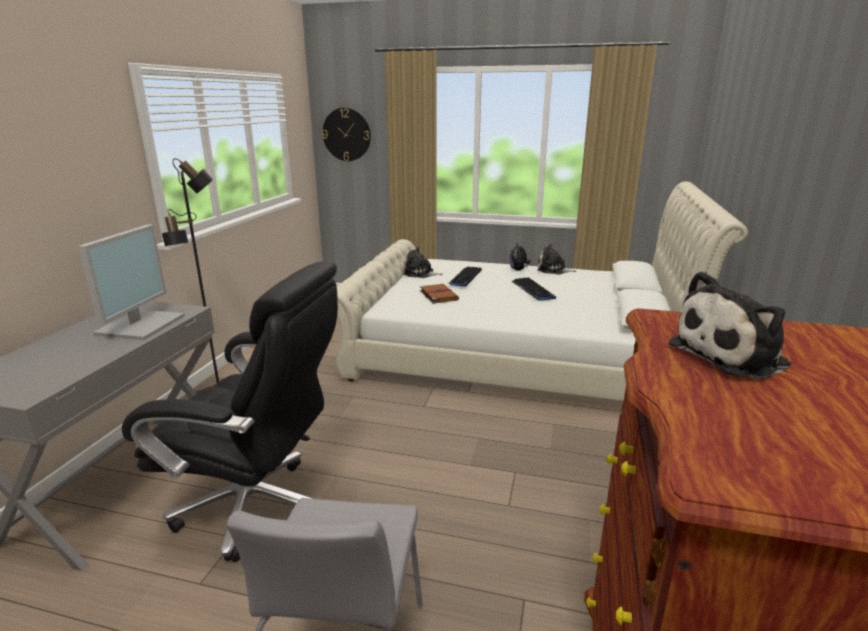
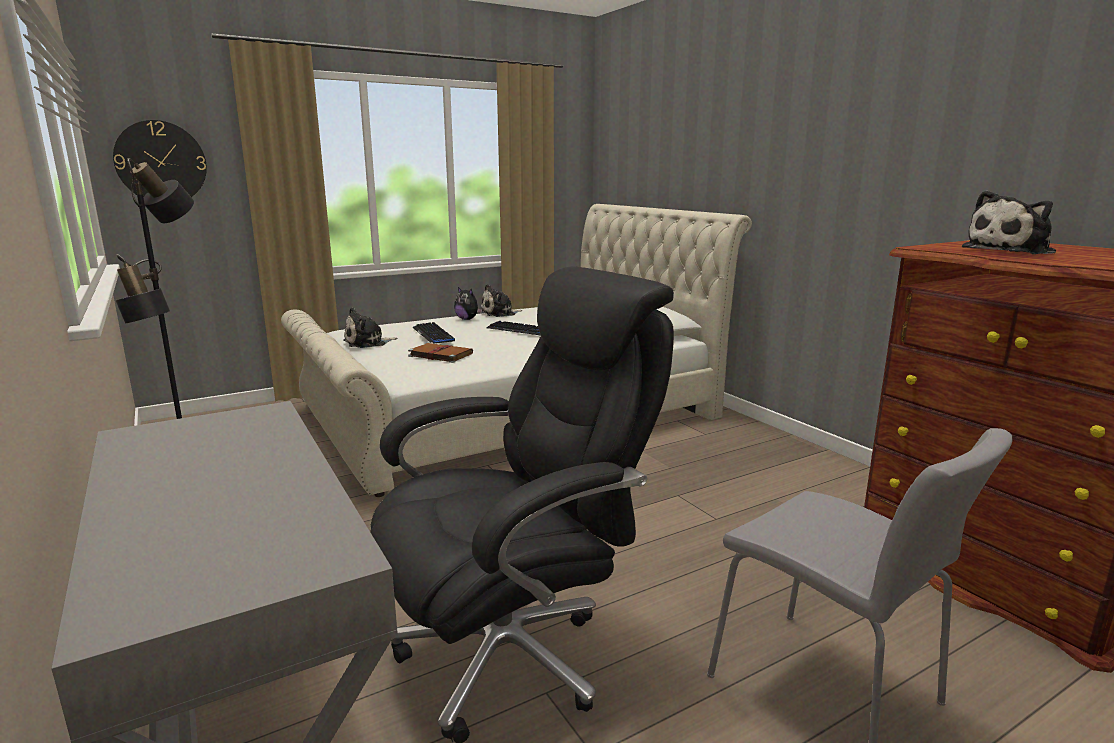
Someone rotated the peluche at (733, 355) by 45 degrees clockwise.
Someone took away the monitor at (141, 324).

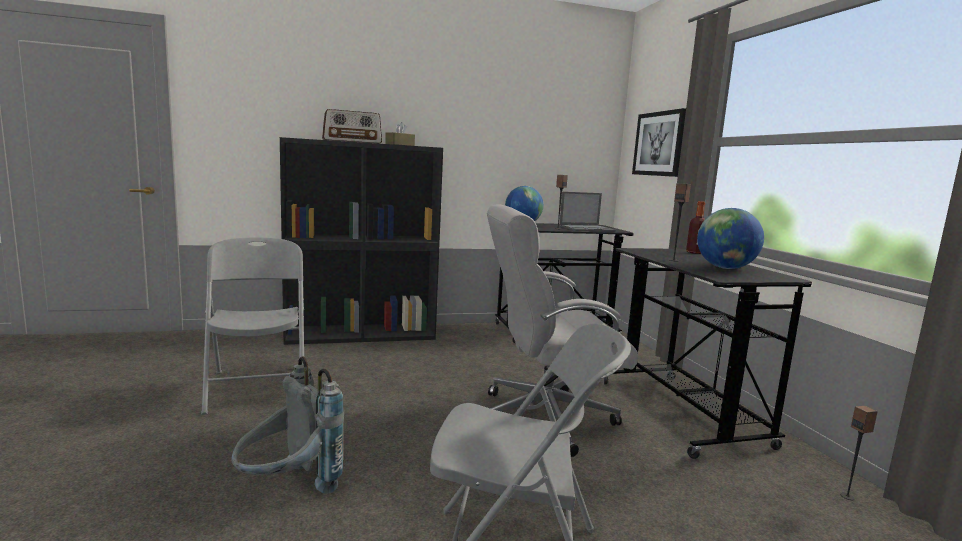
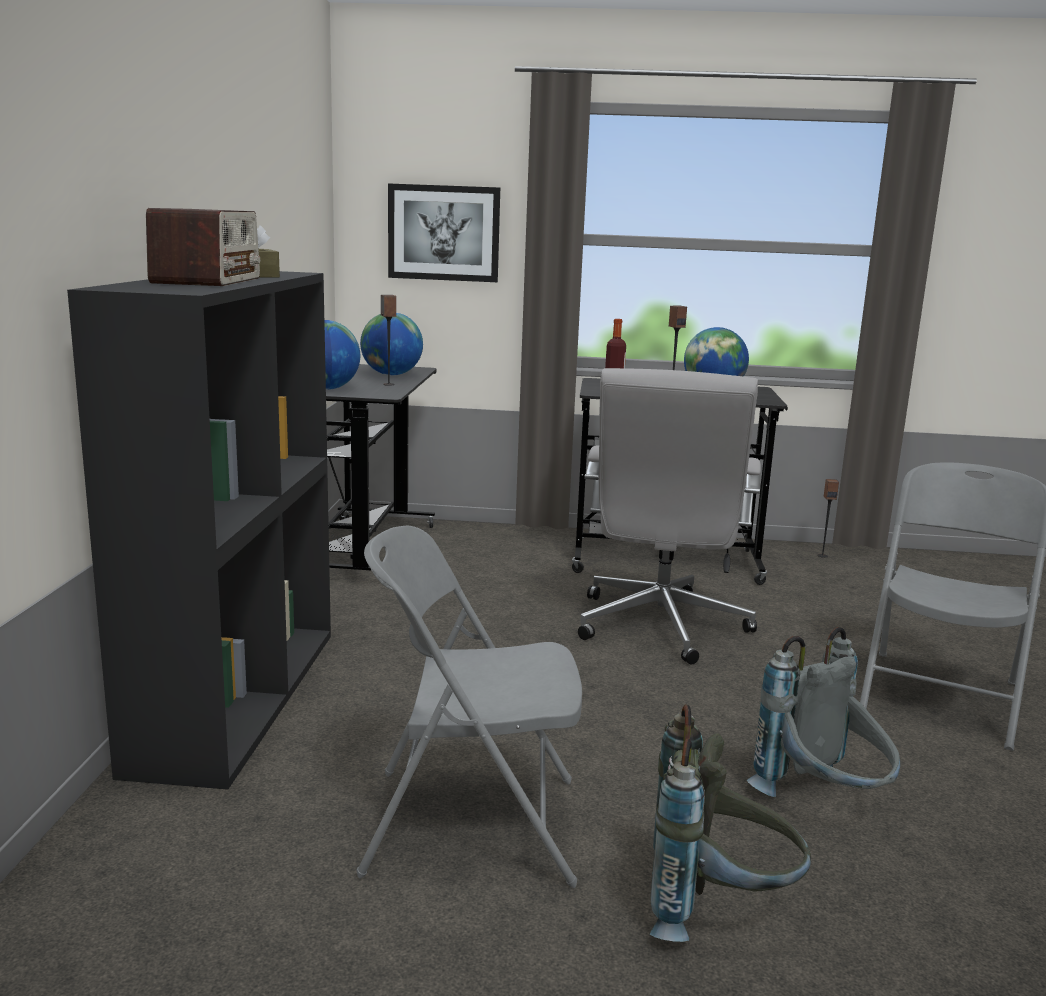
Someone swapped the portátil at (587, 228) for the globo terráqueo at (391, 375).
Someone put down the mochila/gris at (717, 910).

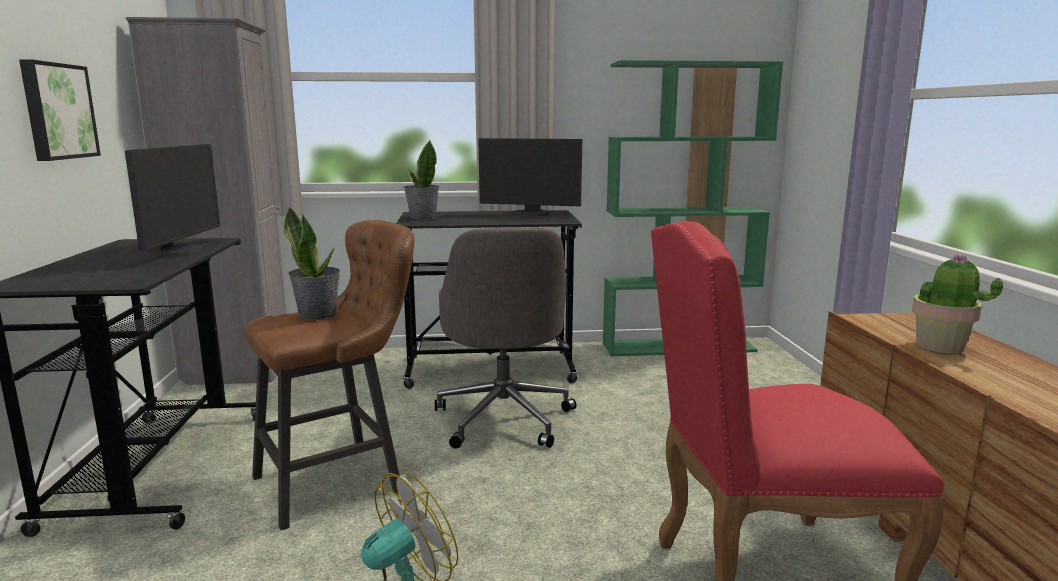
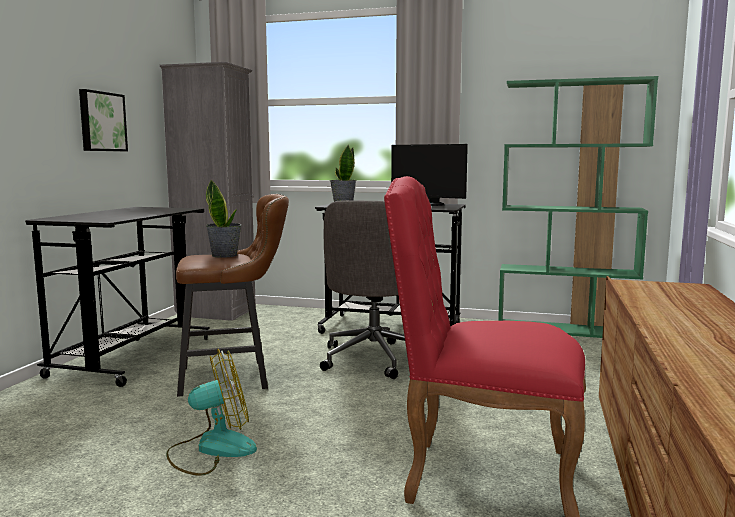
Someone took away the monitor at (179, 251).
Someone took away the planta en maceta at (940, 346).

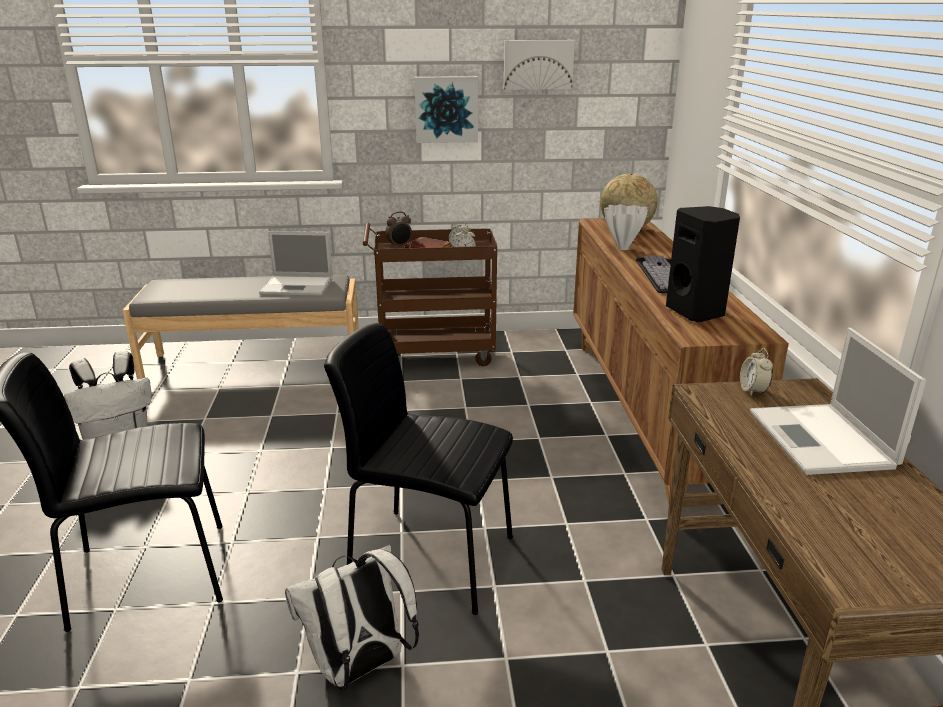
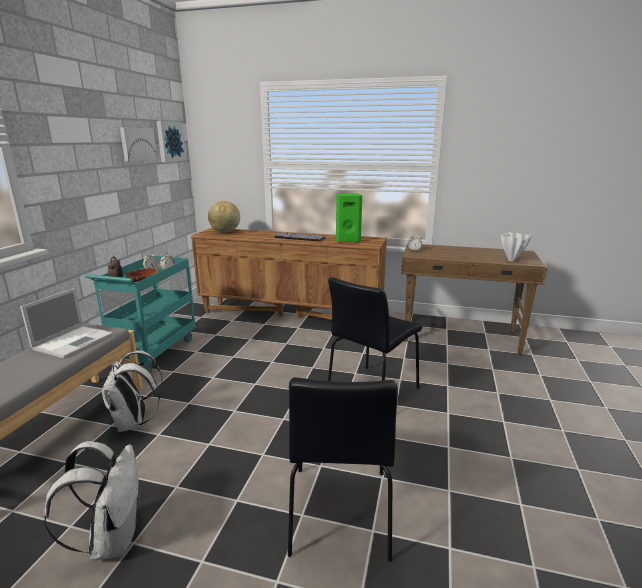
Someone repainted the carrito/marrón at (432, 357), which became the carrito/turquesa at (154, 355).
Someone carried the mochila/blanco from (359, 668) to (134, 423).
Someone carried the cuadro from (446, 109) to (170, 141).
Someone repainted the altavoz/negro at (697, 312), which became the altavoz/verde at (347, 240).
Someone carried the florero/blanco from (622, 248) to (511, 260).
Someone took away the portátil at (822, 440).

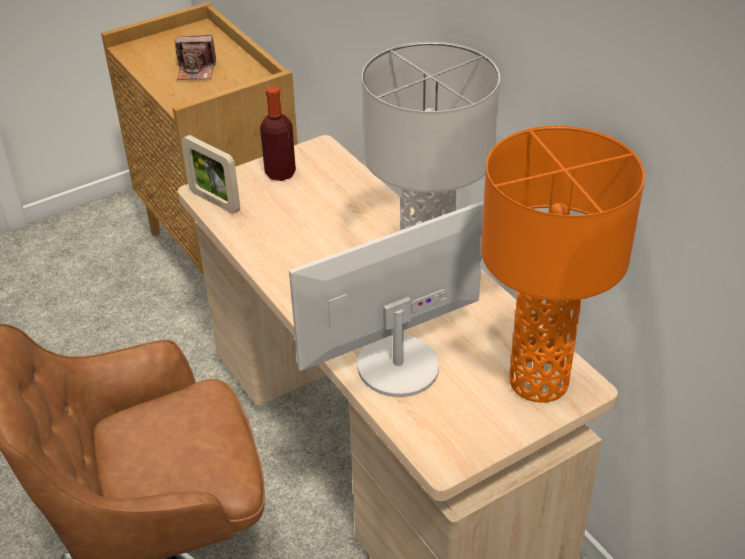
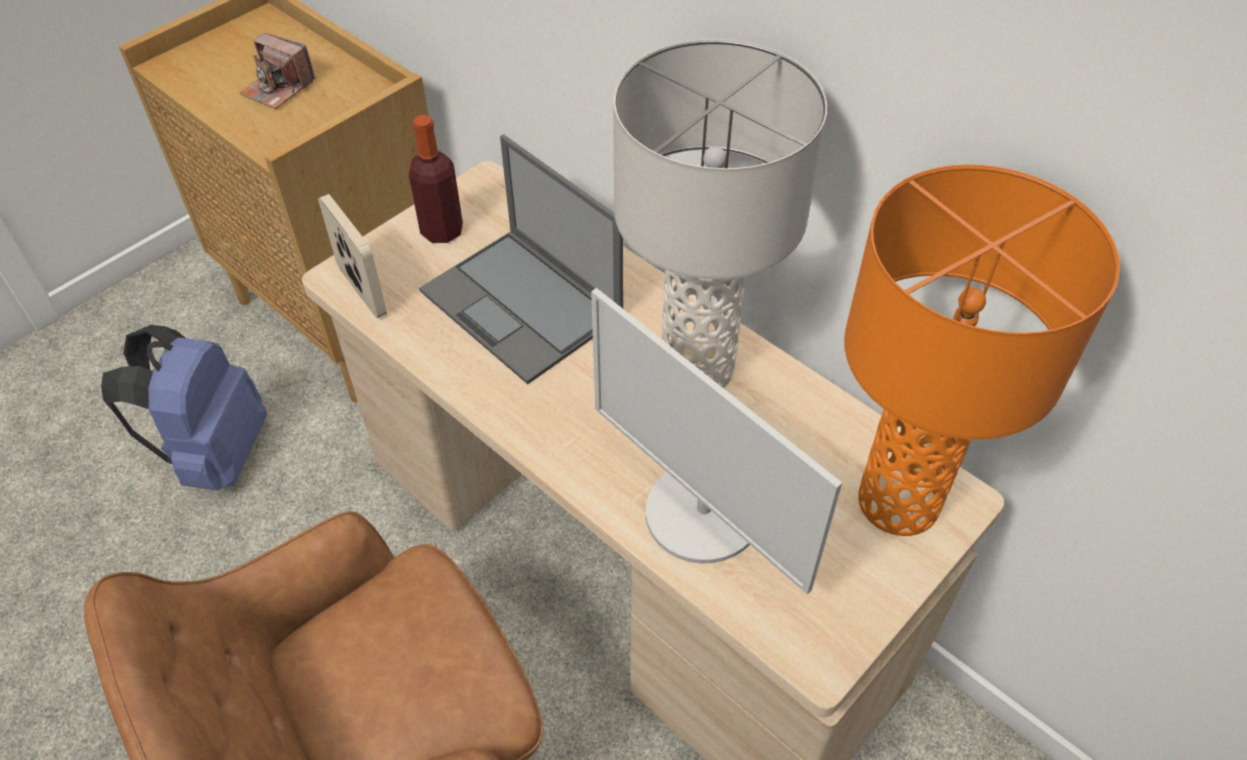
Someone put down the mochila/azul at (215, 454).
Someone rotated the cámara at (196, 71) by 45 degrees clockwise.
Someone rotated the portarretratos at (214, 201) by 150 degrees counterclockwise.
Someone put down the portátil at (523, 305).
Someone rotated the monitor at (396, 365) by 90 degrees counterclockwise.

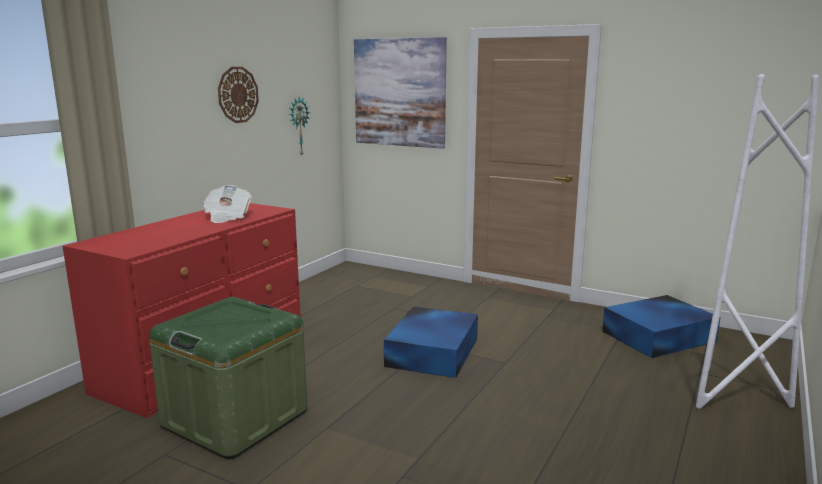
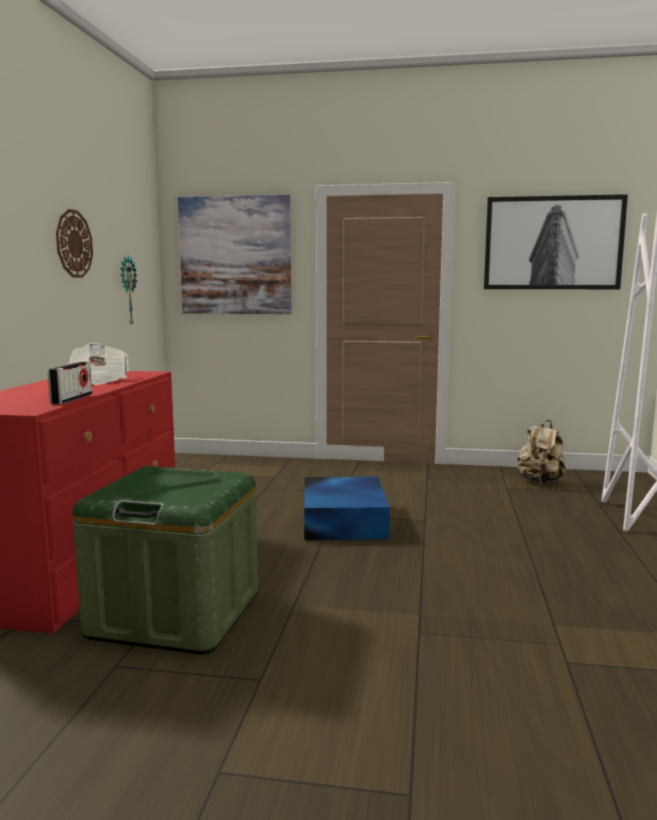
Someone put down the radio at (72, 399).
Someone put up the cuadro at (553, 243).
Someone swapped the caja de almacenaje/azul at (660, 336) for the mochila/beis at (540, 482).

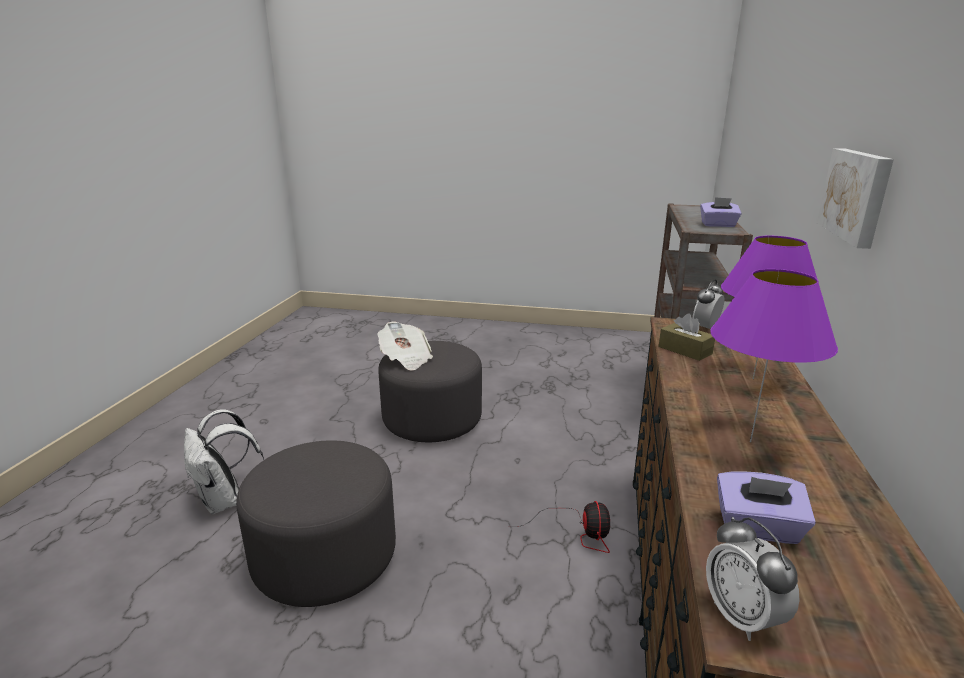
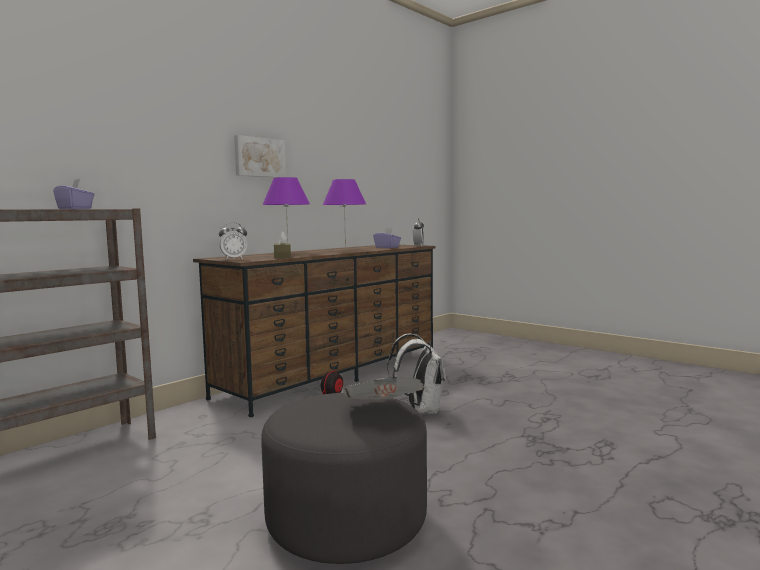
Someone carried the mochila/blanco from (225, 501) to (420, 410).
Someone took away the puf/gris at (325, 557).

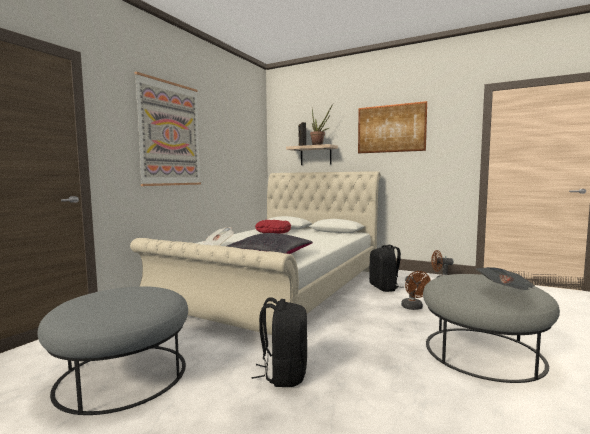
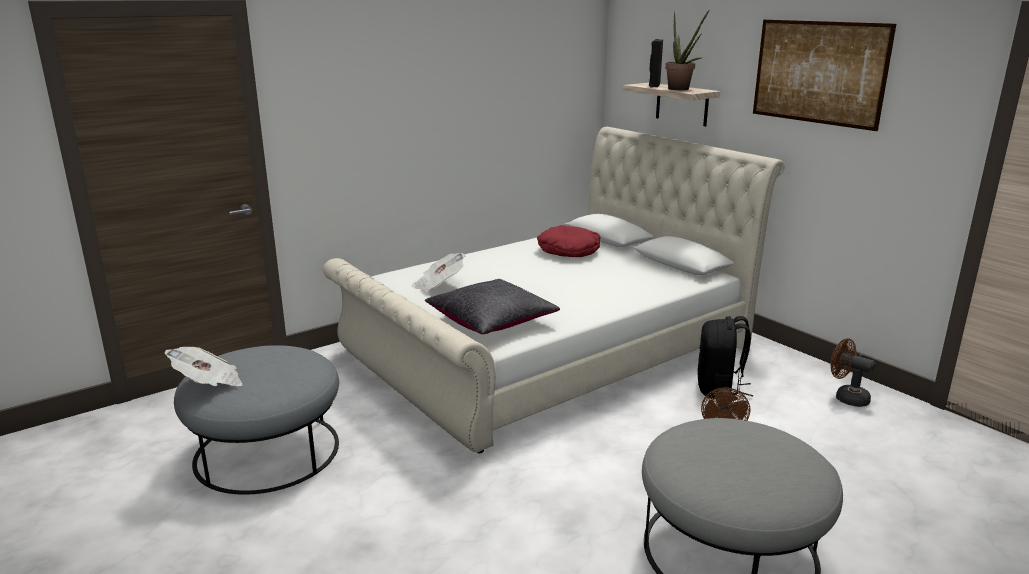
Someone carried the periódico from (505, 293) to (209, 383).
Someone took away the cuadro at (170, 134).
Someone took away the mochila/negro at (284, 374).

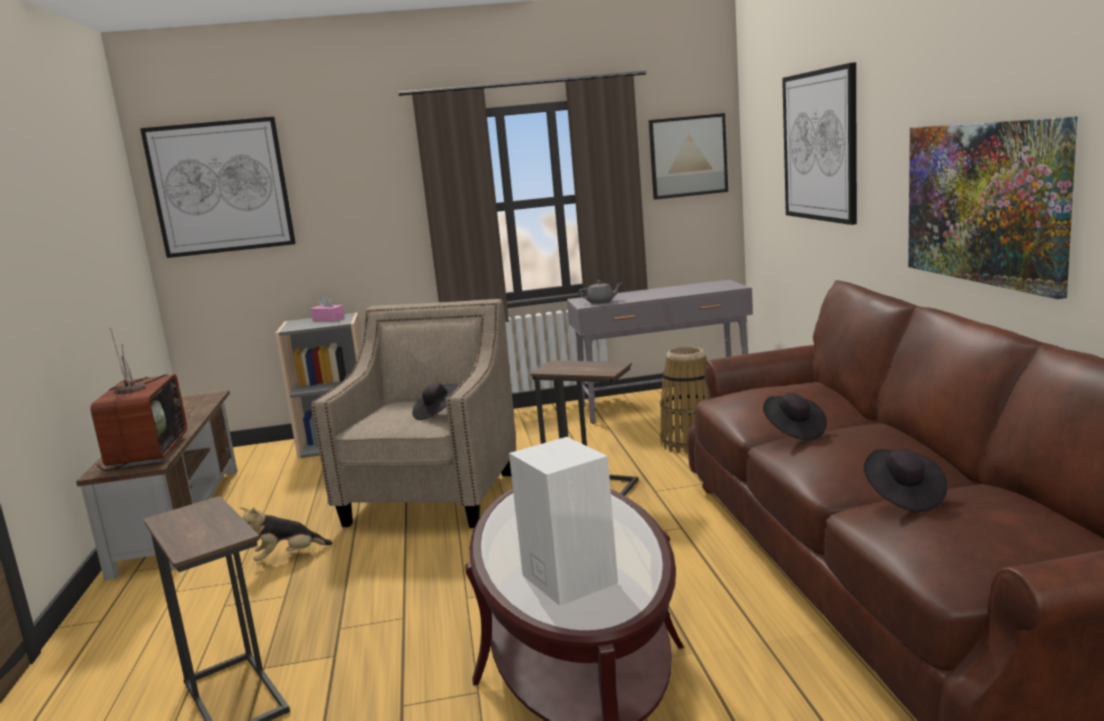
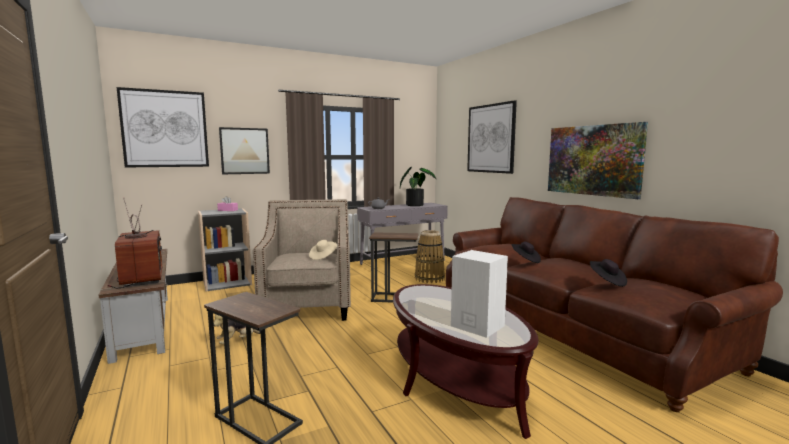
Someone carried the cuadro from (688, 156) to (244, 151).
Someone repainted the sombrero/negro at (437, 413), which became the sombrero/beis at (323, 257).
Someone put down the planta en maceta at (416, 205).

